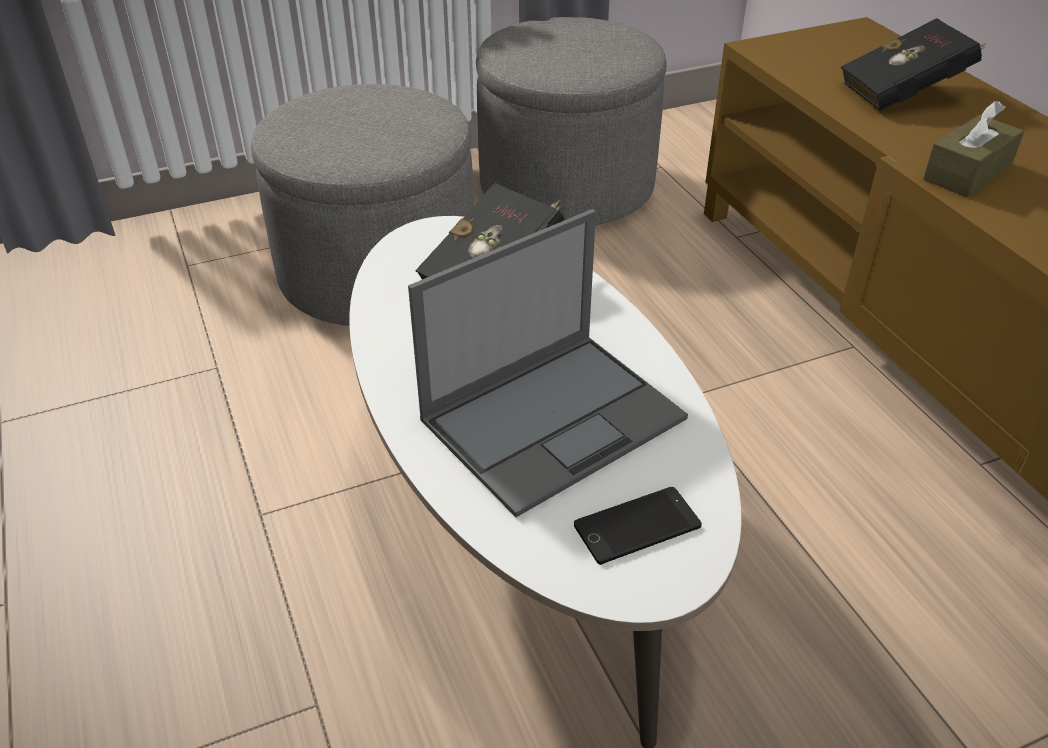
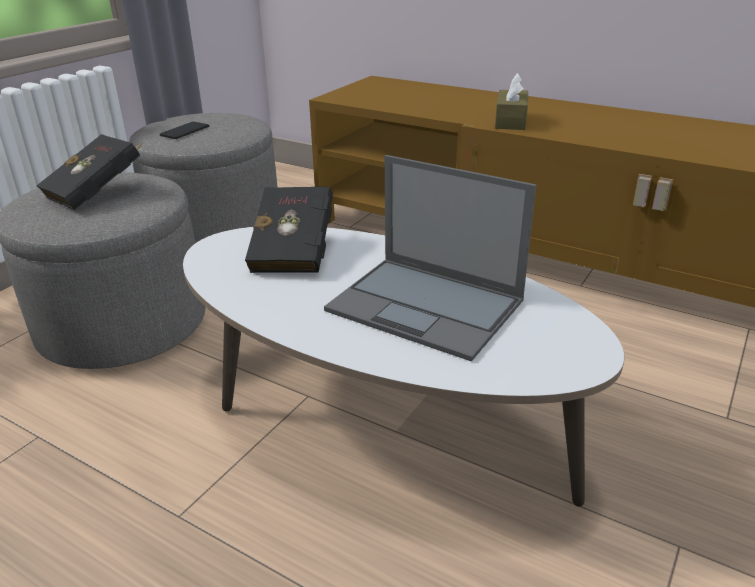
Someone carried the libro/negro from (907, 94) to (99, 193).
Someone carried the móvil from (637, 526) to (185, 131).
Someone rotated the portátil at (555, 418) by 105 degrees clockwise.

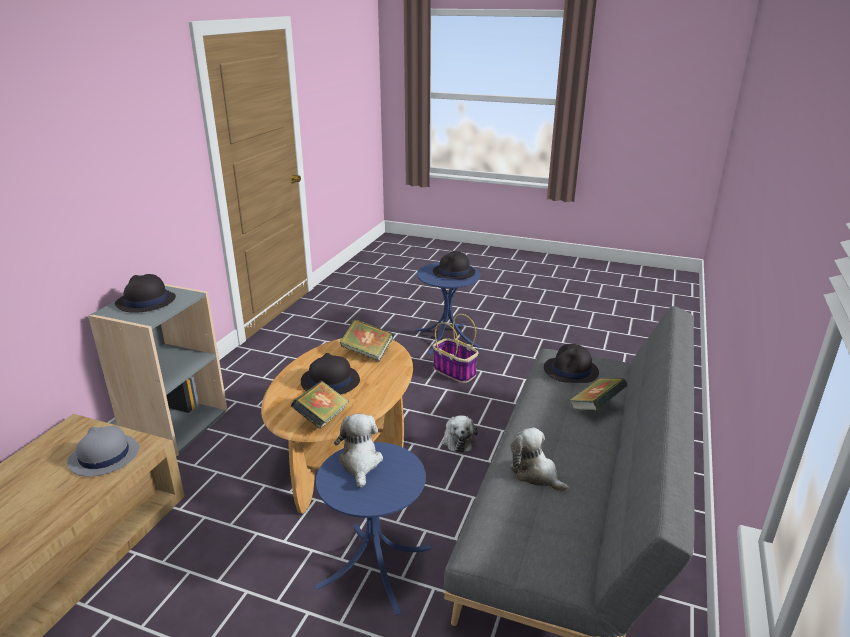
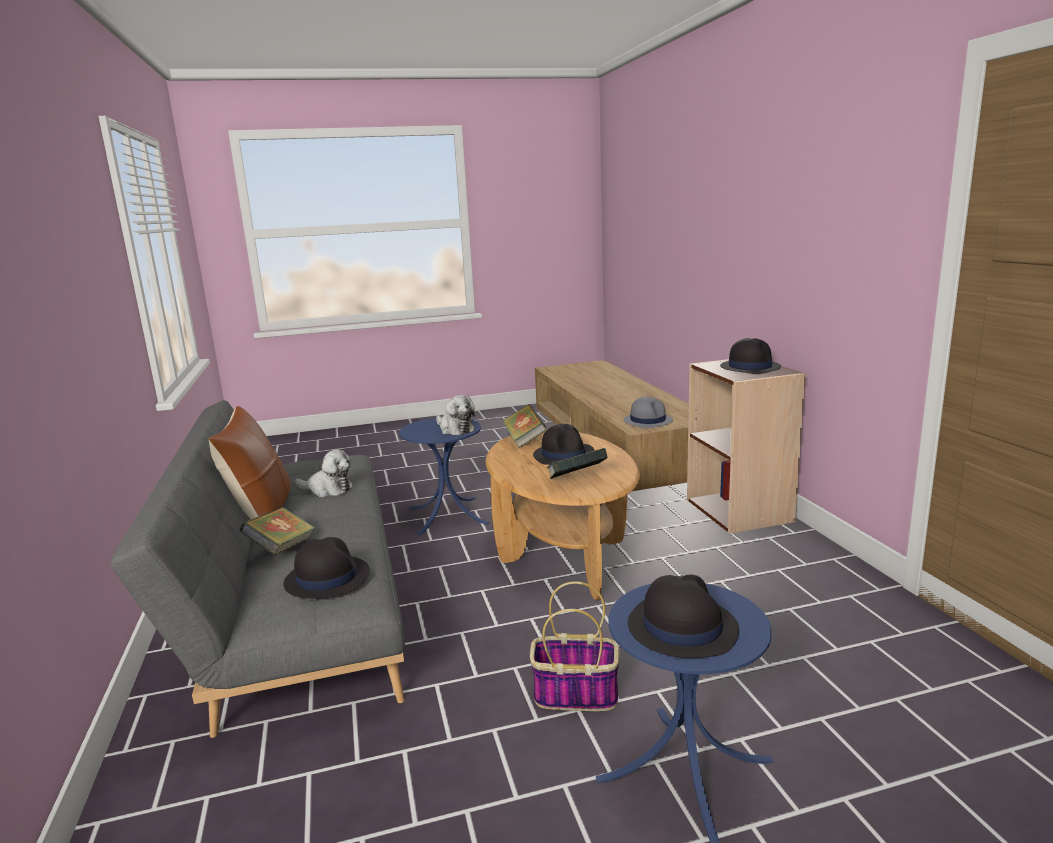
Someone put down the cojín/marrón at (261, 514).
Someone repainted the estantería/gris at (176, 424), which became the estantería/marrón at (740, 510).
Someone took away the peluche at (457, 440).

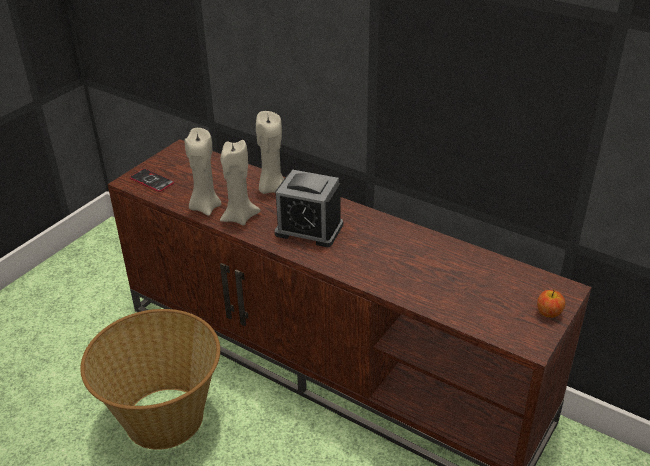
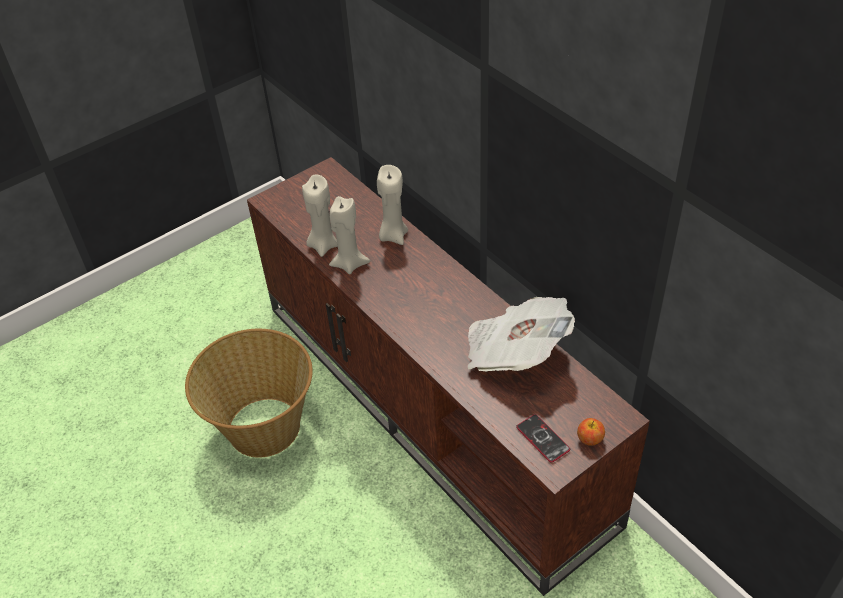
Someone put down the periódico at (514, 352).
Someone carried the móvil from (152, 181) to (543, 438).
Someone took away the despertador at (309, 229).

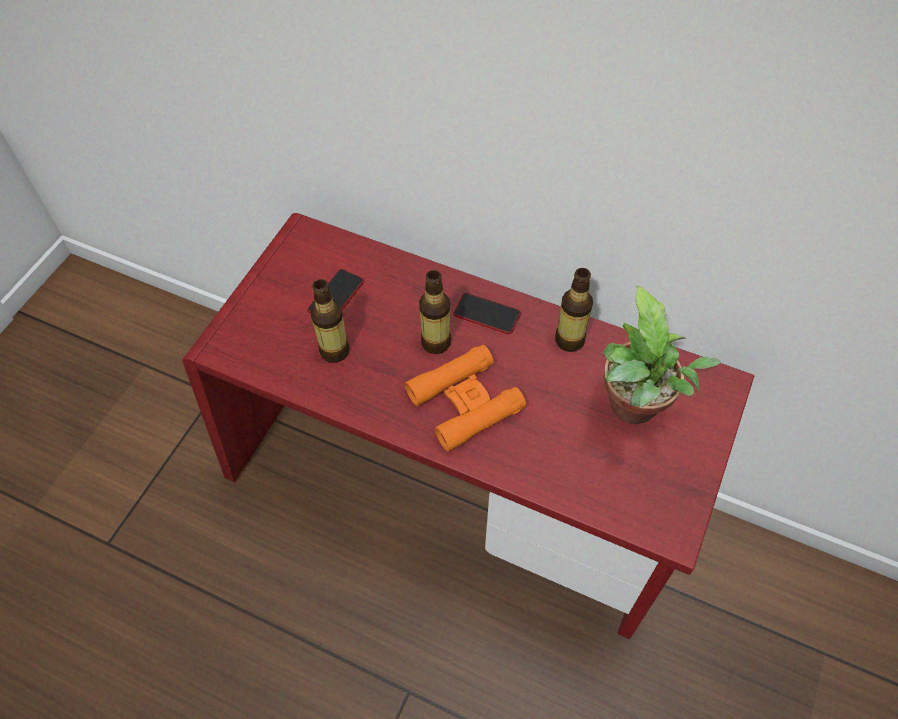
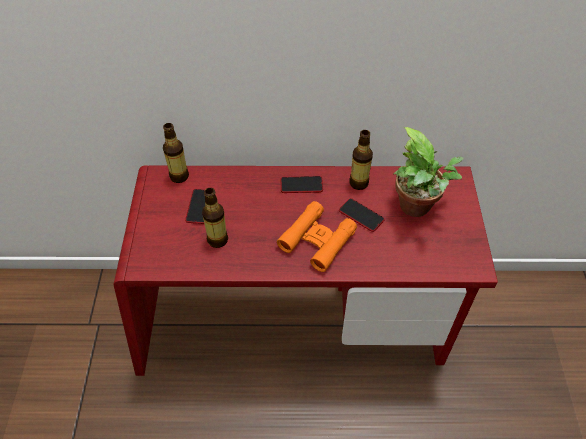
Someone carried the botella from (436, 342) to (179, 176).
Someone put down the móvil at (361, 215).

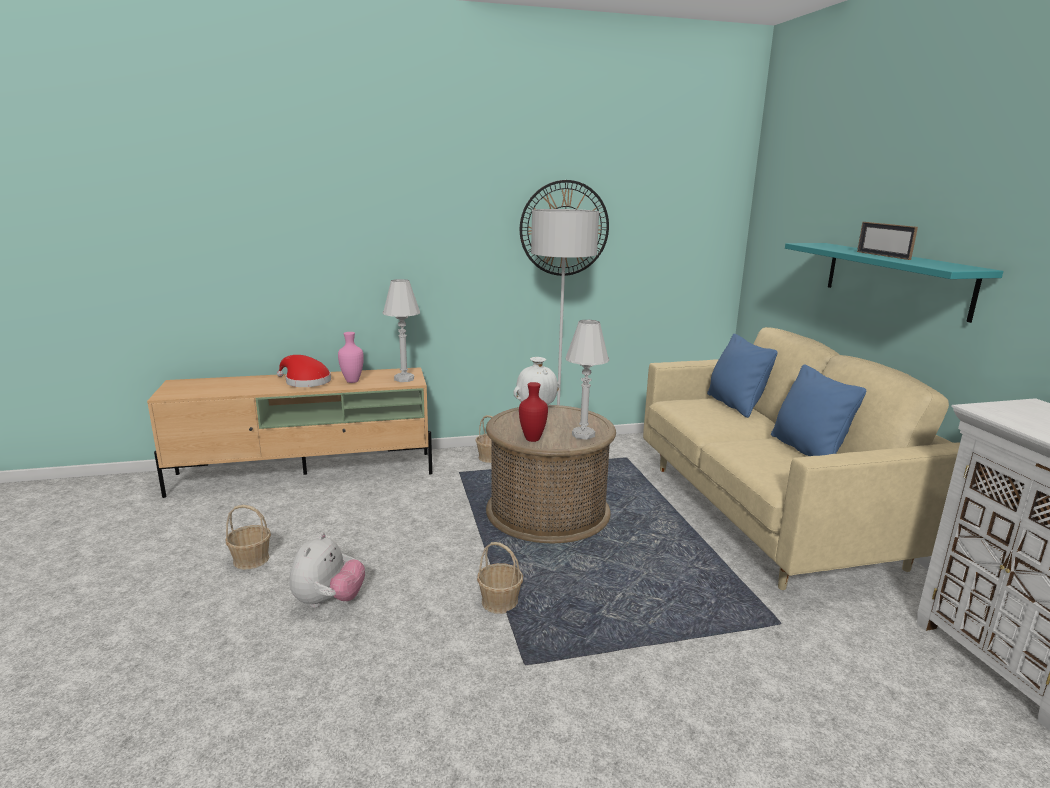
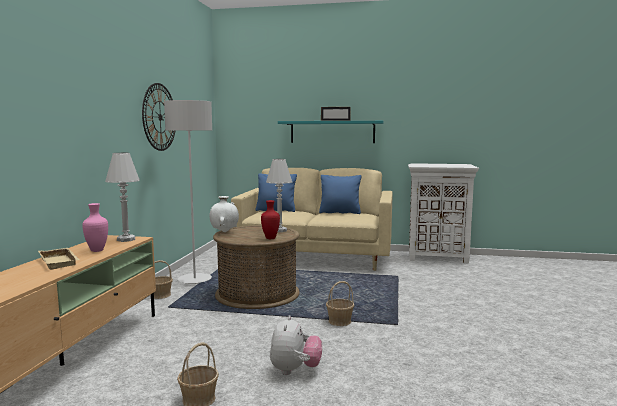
Someone swapped the sombrero/rojo at (305, 381) for the bandeja/beis at (60, 262).
Someone rotated the peluche at (328, 601) by 60 degrees clockwise.

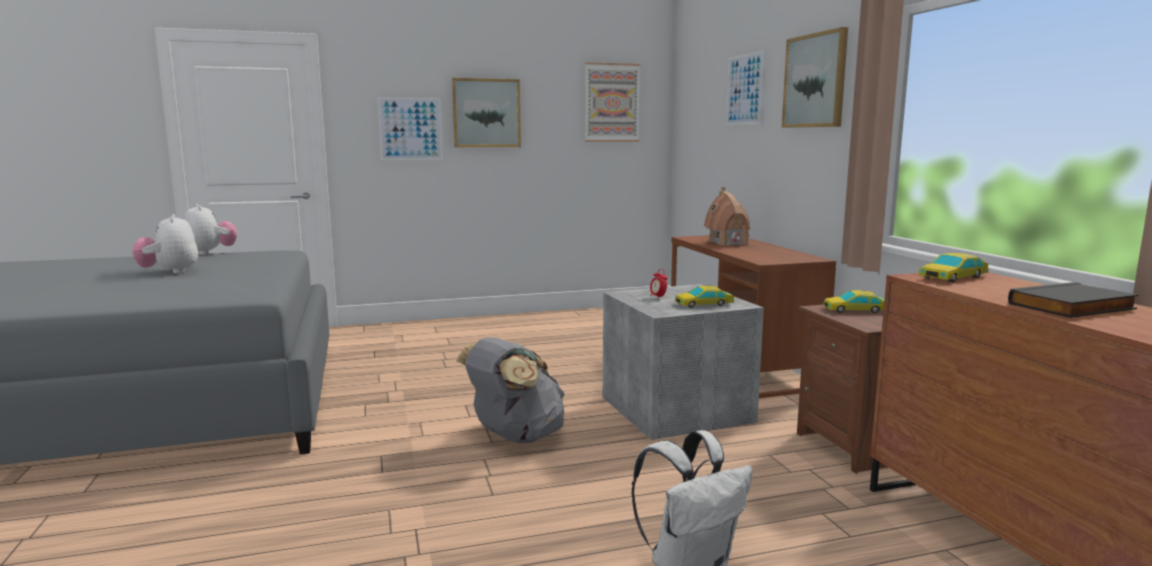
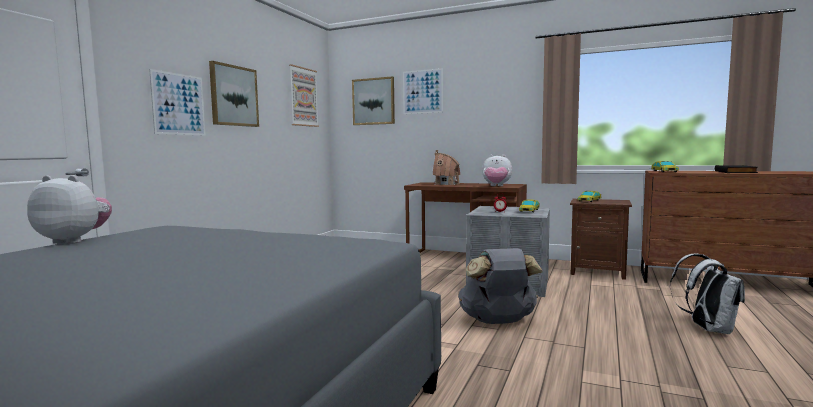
Someone carried the cuadro from (815, 81) to (373, 101).
Someone carried the peluche from (169, 272) to (496, 186).

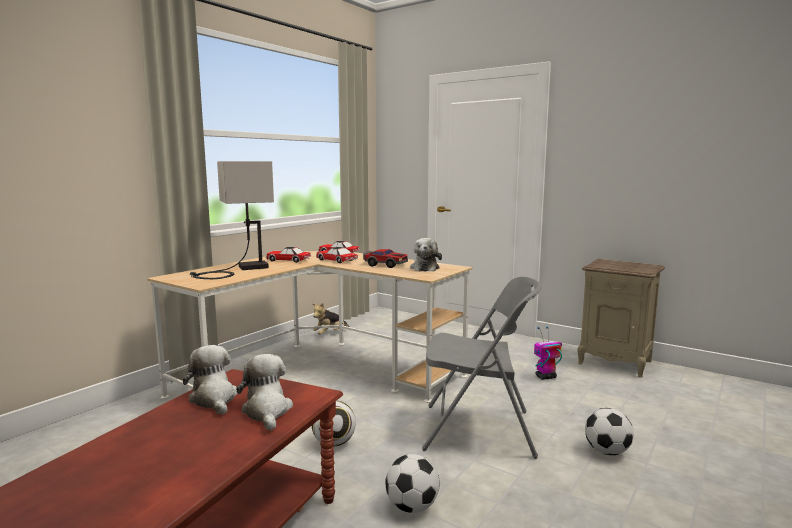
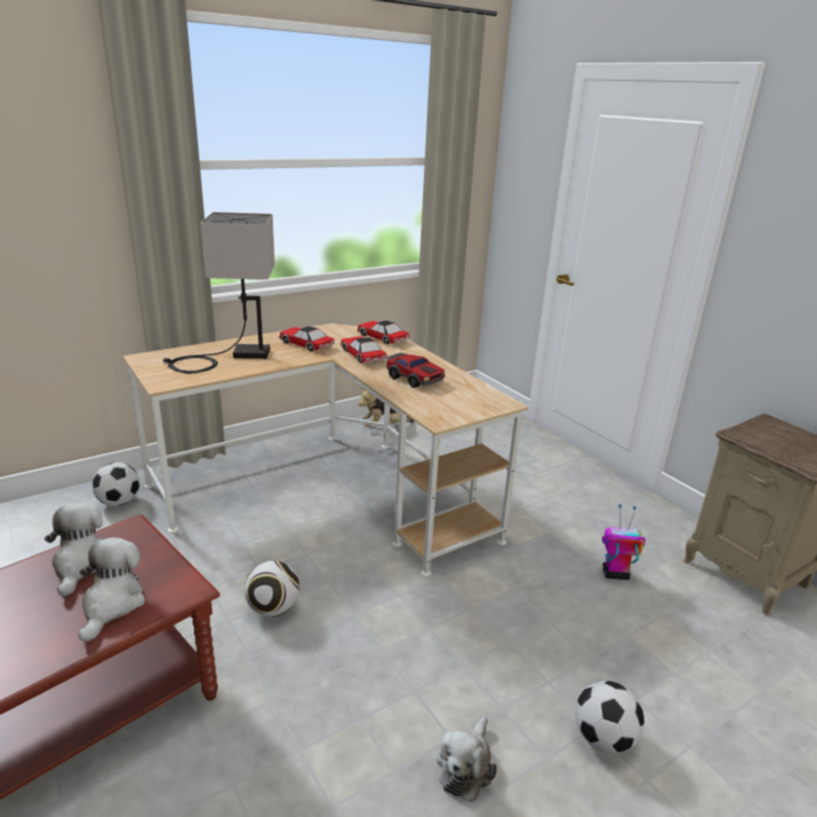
Someone carried the balón de fútbol from (412, 507) to (119, 502).
Someone carried the peluche from (425, 268) to (466, 766).
Someone took away the silla/gris at (478, 430).

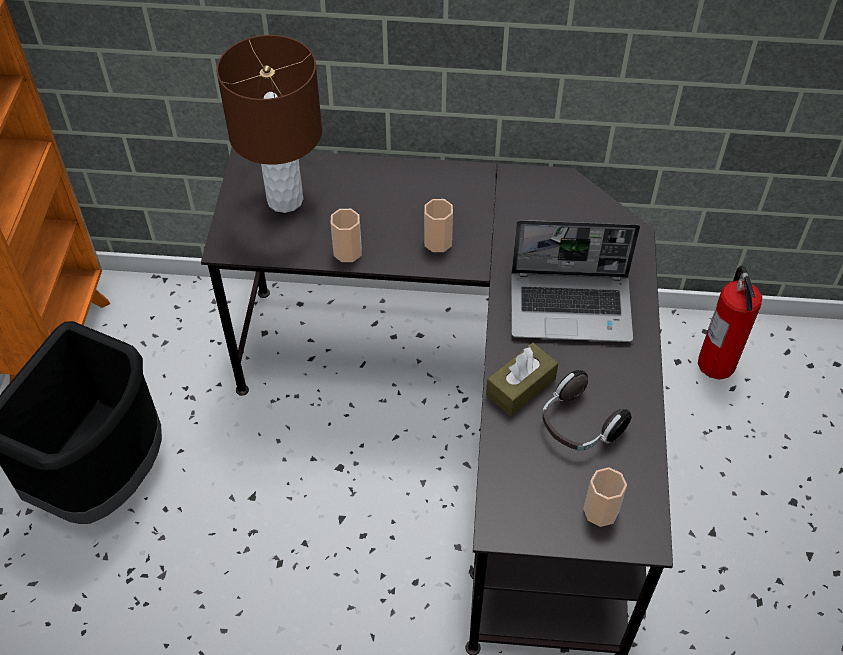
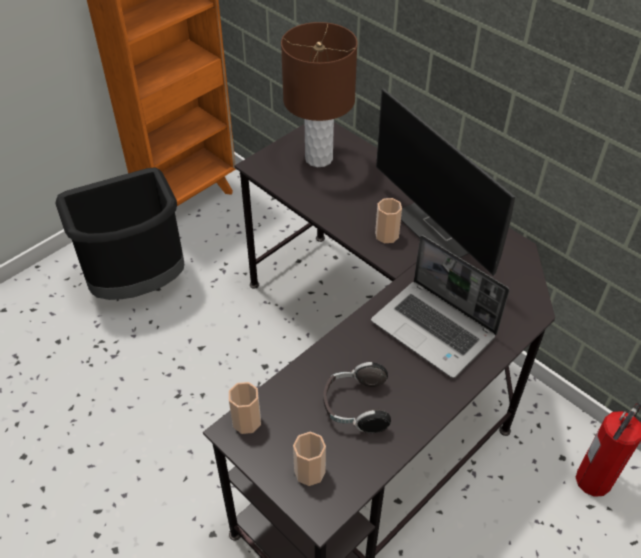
Someone carried the taza from (347, 252) to (246, 421).
Someone put down the monitor at (442, 230).
Someone took away the caja de pañuelos/marrón at (520, 387).

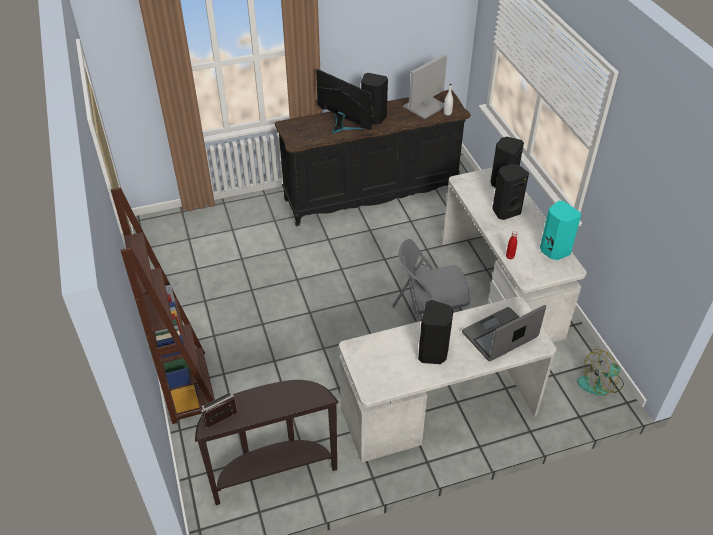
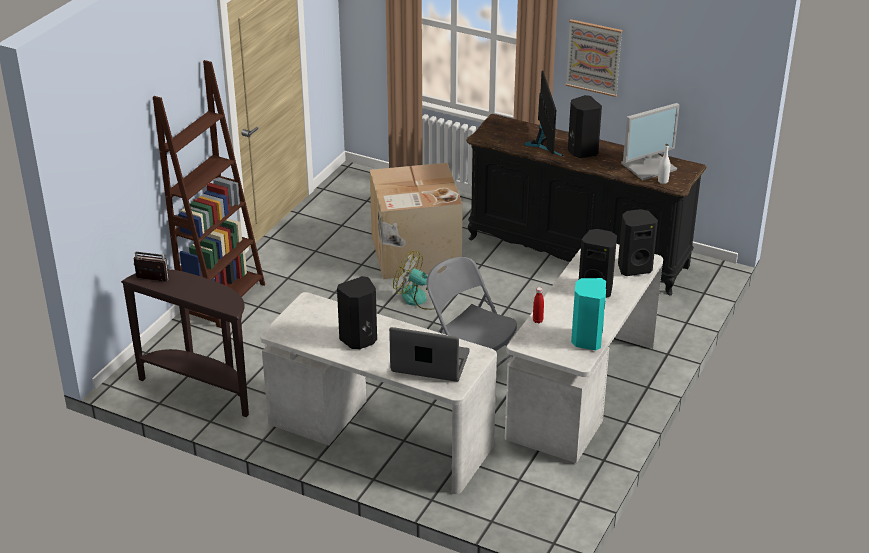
Someone put down the caja de cartón at (414, 254).
Someone carried the ventilador from (600, 383) to (420, 298).
Someone put up the cuadro at (594, 57).
Someone rotated the monitor at (424, 107) by 150 degrees clockwise.

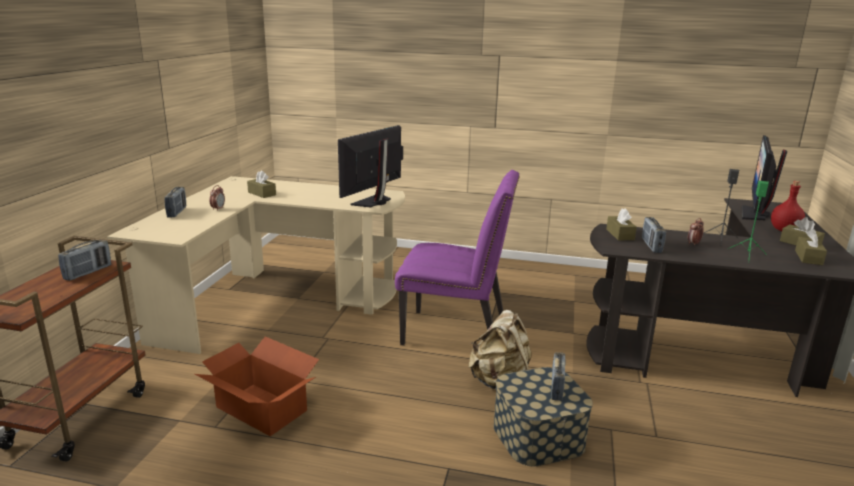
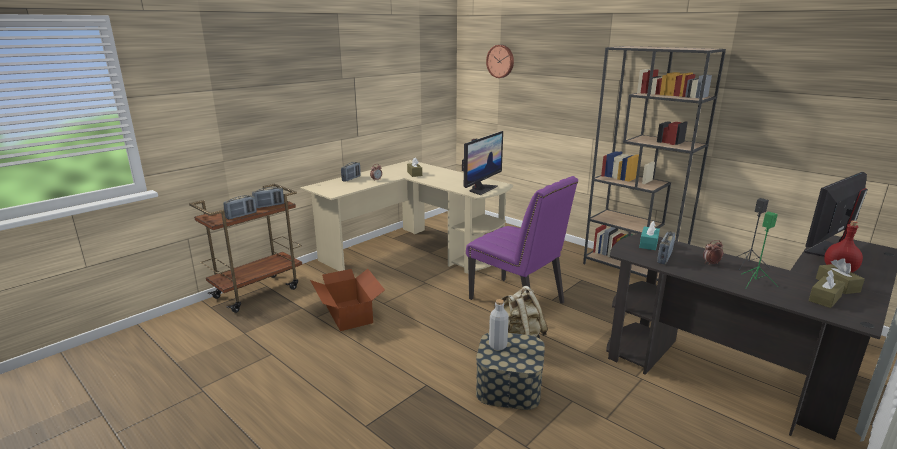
Someone carried the radio from (557, 388) to (241, 215).
Someone rotated the monitor at (374, 202) by 150 degrees clockwise.
Someone put up the reloj de pared at (501, 61).
Someone put down the botella/gris at (498, 345).
Someone put down the estantería at (633, 270).
Someone repainted the caja de pañuelos/marrón at (620, 234), which became the caja de pañuelos/turquesa at (648, 244).

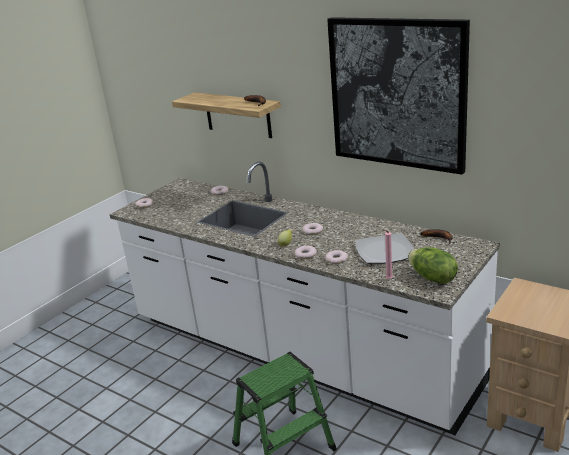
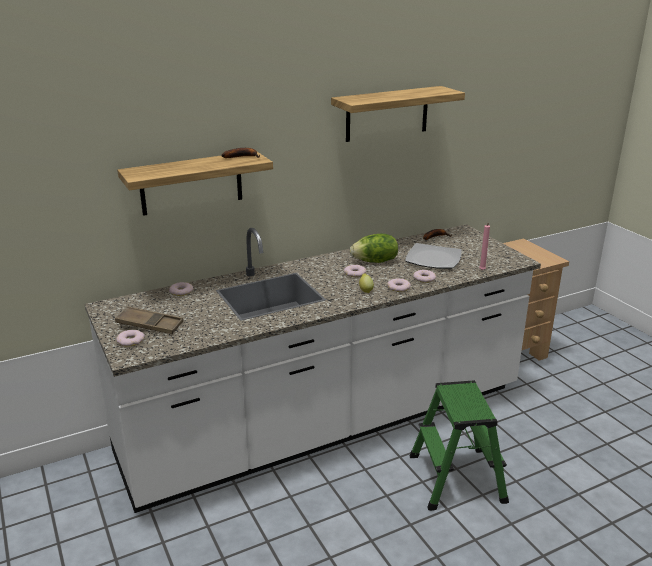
Someone put down the bandeja/marrón at (150, 325).
Someone swapped the cuadro at (397, 93) for the estante at (387, 114).
Someone carried the lechuga from (432, 278) to (375, 261).

